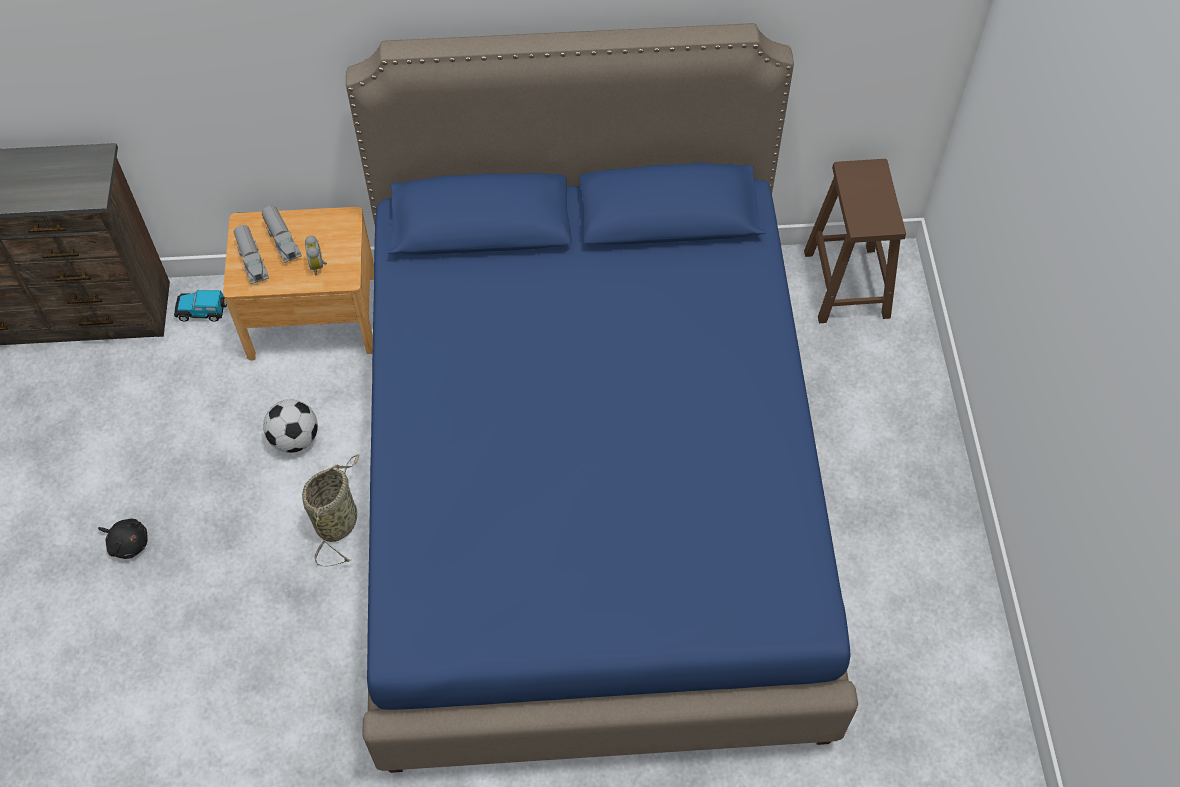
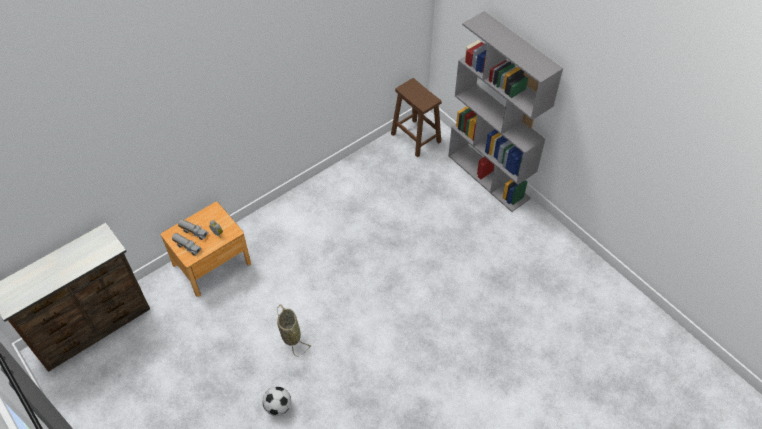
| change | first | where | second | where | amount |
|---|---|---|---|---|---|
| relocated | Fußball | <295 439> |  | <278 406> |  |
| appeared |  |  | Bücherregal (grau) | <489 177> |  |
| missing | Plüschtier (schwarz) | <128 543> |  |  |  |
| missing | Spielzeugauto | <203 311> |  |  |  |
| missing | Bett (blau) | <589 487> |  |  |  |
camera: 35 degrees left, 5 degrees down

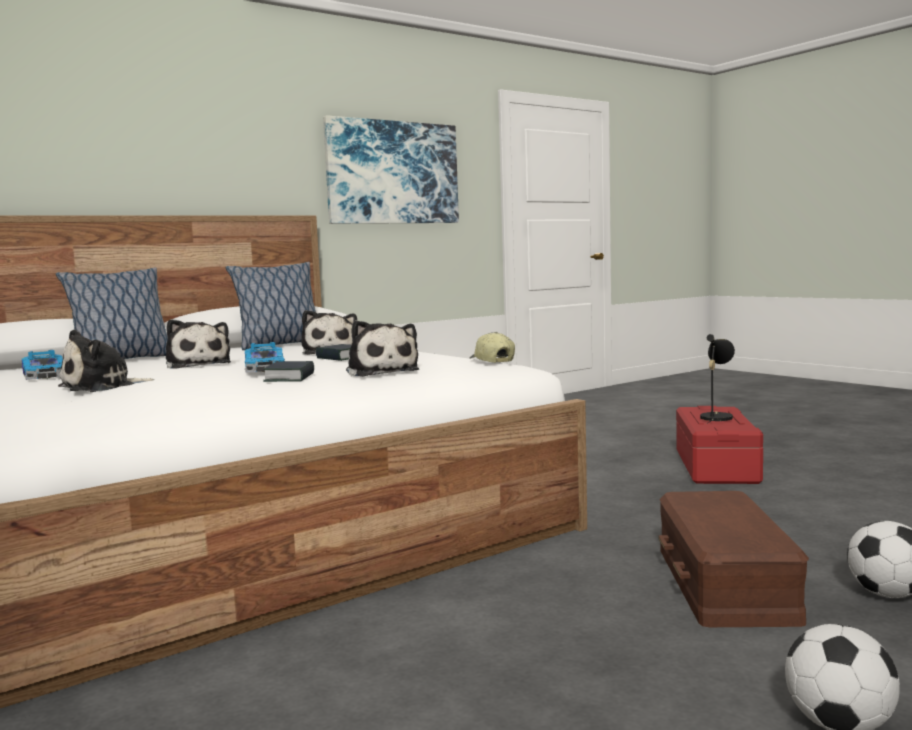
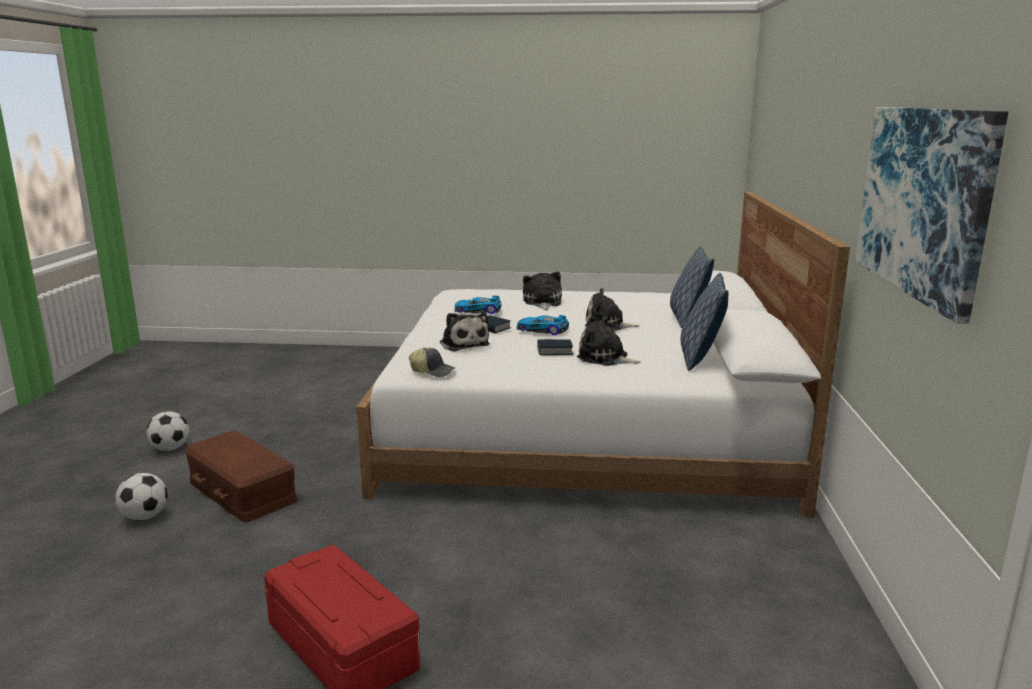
| change | first | where | second | where | amount |
|---|---|---|---|---|---|
| spun | Plüschtier | <381 372> |  | <463 344> | 135 degrees counterclockwise |
| relocated | Spielzeugauto | <46 375> |  | <477 310> |  |
| missing | Tischlampe (schwarz) | <716 417> |  |  |  |
camera: 130 degrees right, 10 degrees up

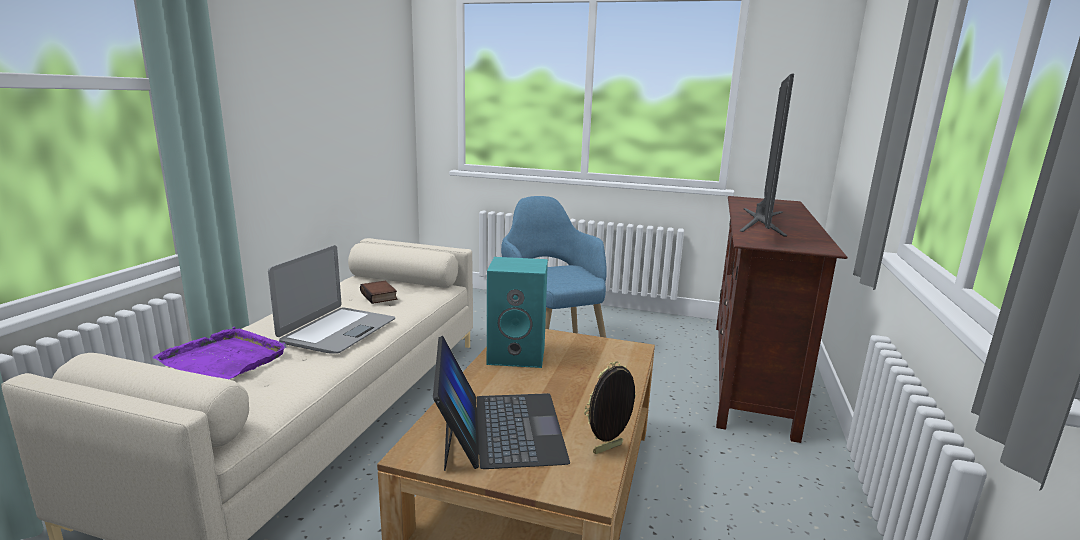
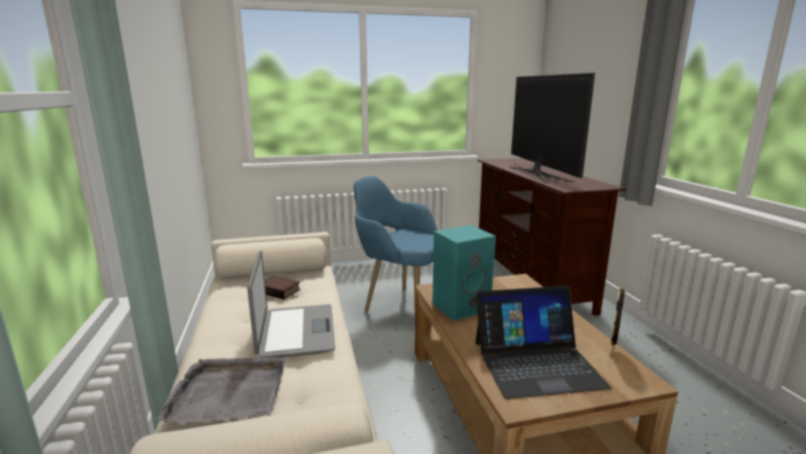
| change | first | where | second | where | amount |
|---|---|---|---|---|---|
| colour | Tablett (lila) | <225 358> | Tablett (grau) | <228 392> |  |
| spun | Laptop | <499 429> |  | <536 363> | 120 degrees clockwise |
camera: 30 degrees left, 0 degrees up

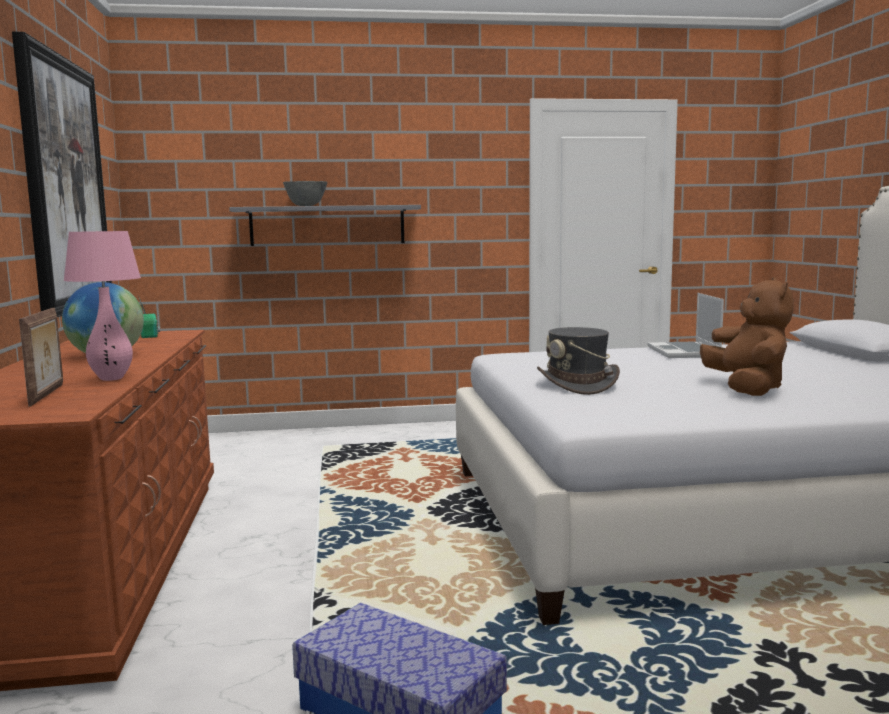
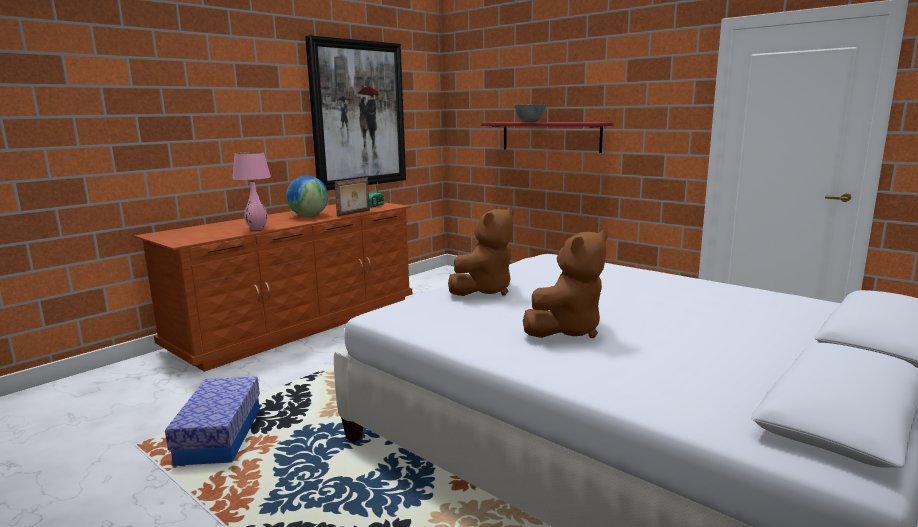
| change | first | where | second | where | amount |
|---|---|---|---|---|---|
| relocated | Bilderrahmen | <48 394> |  | <354 213> |  |
| exchanged | Hut (grau) | <578 385> | Plüschtier (braun) | <484 290> |  |
| colour | Wandregal (grau) | <327 225> | Wandregal (rot) | <550 136> |  |
| missing | Laptop | <685 352> |  |  |  |
camera: 50 degrees right, 5 degrees up

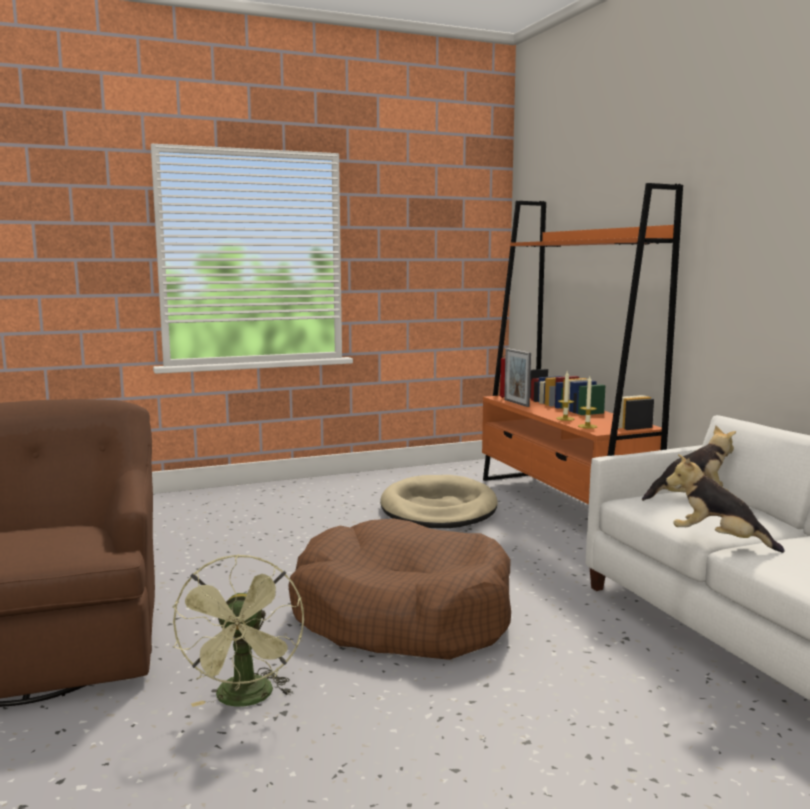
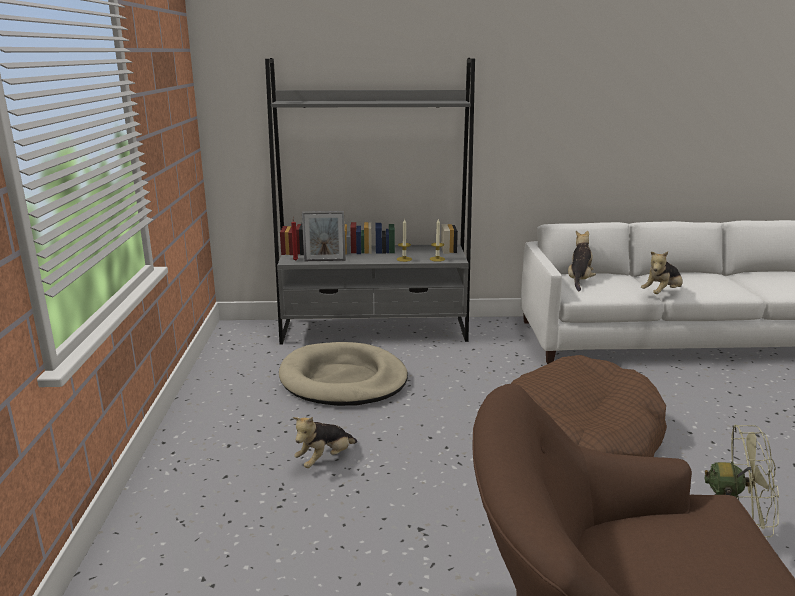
| change | first | where | second | where | amount |
|---|---|---|---|---|---|
| colour | Bücherregal (orange) | <562 504> | Bücherregal (grau) | <375 331> |  |
| appeared |  |  | Plüschtier | <325 459> |  |
camera: 70 degrees left, 10 degrees up

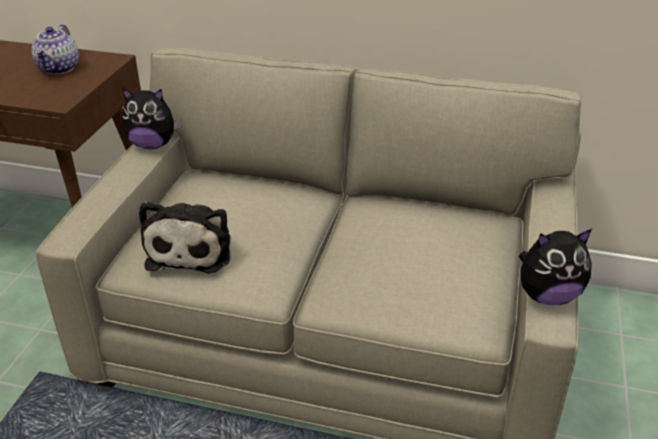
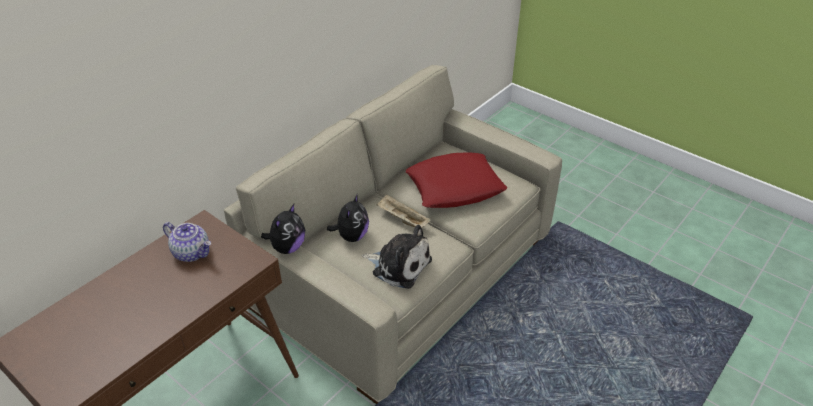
| change | first | where | second | where | amount |
|---|---|---|---|---|---|
| relocated | Plüschtier | <547 296> |  | <351 236> |  |
| appeared |  |  | Tablett (beige) | <402 219> |  |
| appeared |  |  | Kissen (rot) | <454 187> |  |
camera: 65 degrees left, 5 degrees up

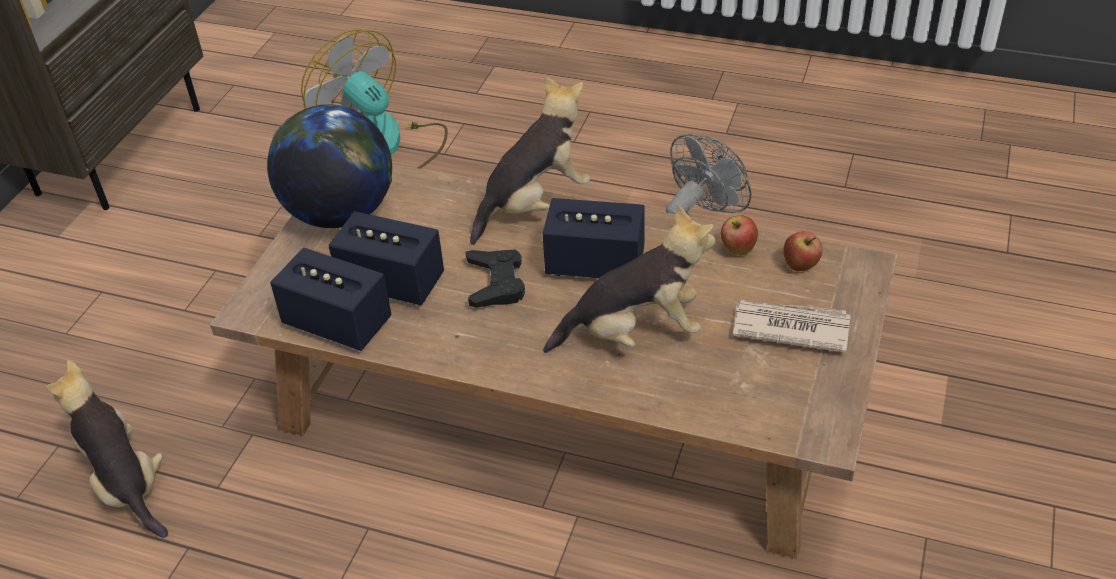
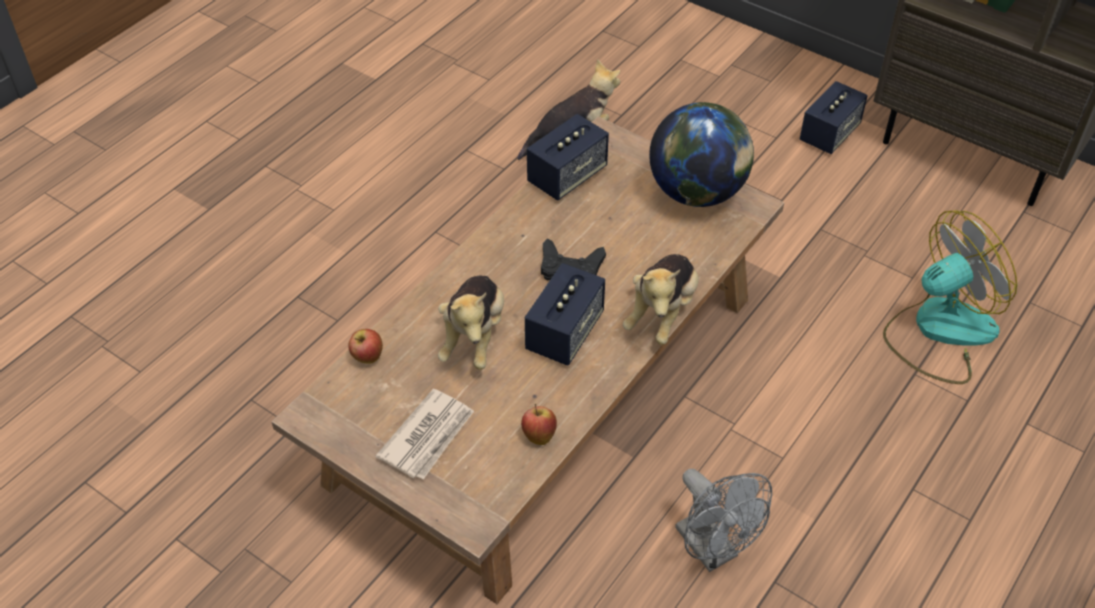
| change | first | where | second | where | amount |
|---|---|---|---|---|---|
| relocated | Apfel | <801 266> |  | <367 357> |  |
| spun | Plüschtier | <534 204> |  | <662 312> | 45 degrees clockwise |
| relocated | Lautsprecher | <392 282> |  | <829 134> |  |
camera: 105 degrees right, 5 degrees up

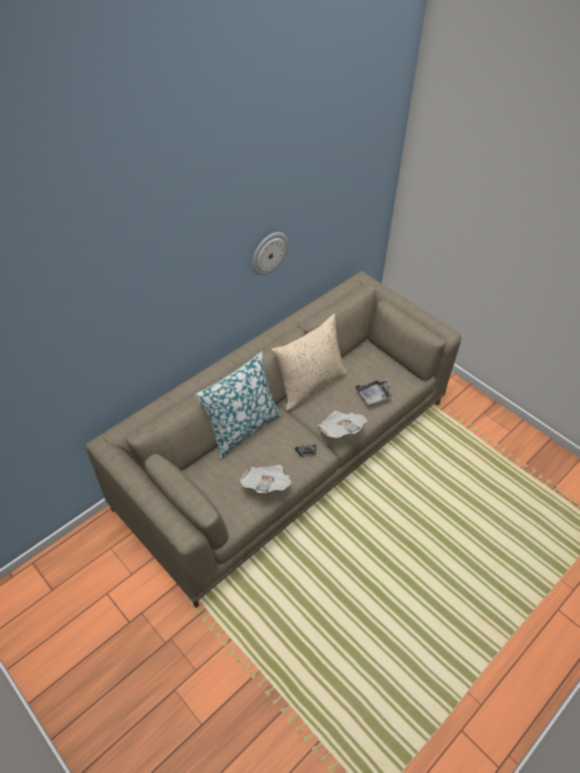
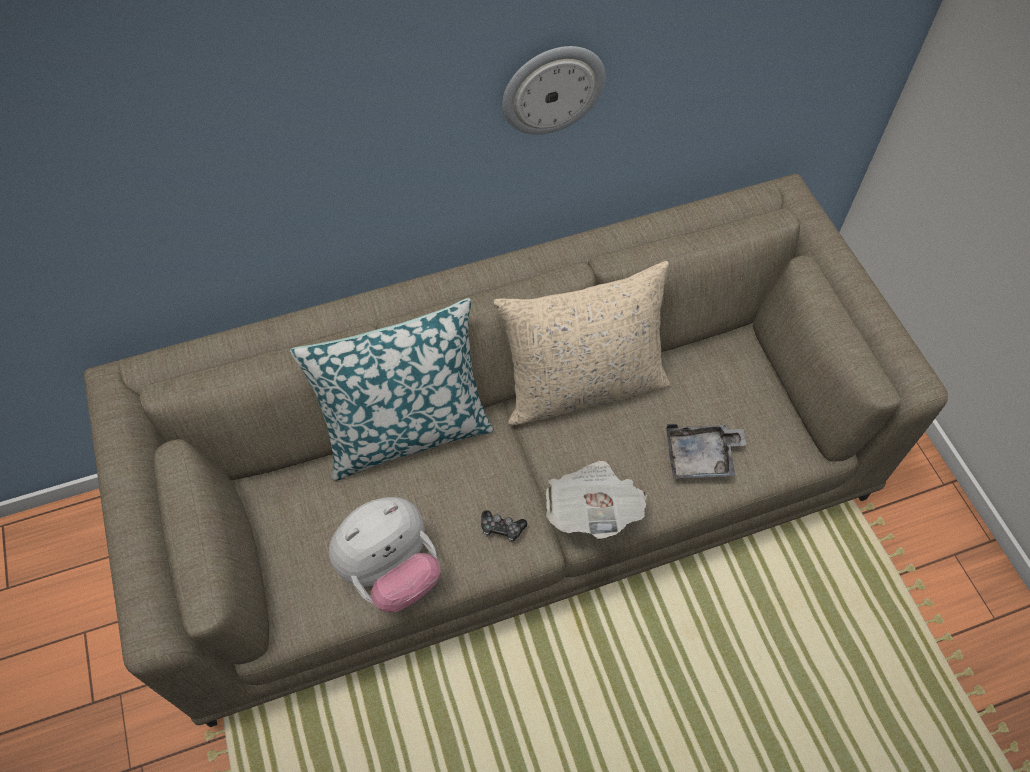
| change | first | where | second | where | amount |
|---|---|---|---|---|---|
| exchanged | Zeitung | <267 485> | Plüschtier | <391 571> |  |
camera: 25 degrees right, 10 degrees up

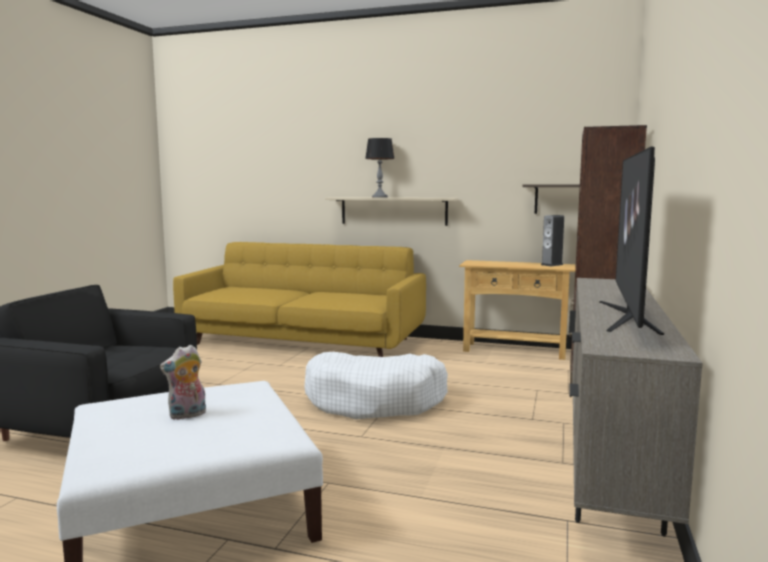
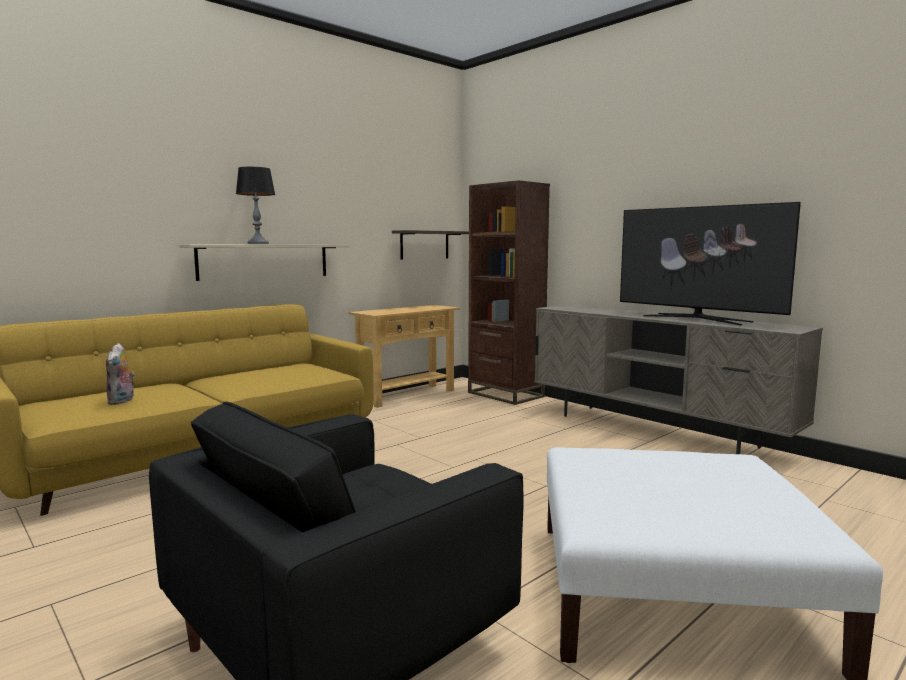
| change | first | where | second | where | amount |
|---|---|---|---|---|---|
| relocated | Plüschtier | <187 415> |  | <122 401> |  |
| missing | Hundebett (weiß) | <375 401> |  |  |  |
| missing | Lautsprecher | <552 265> |  |  |  |
camera: 60 degrees left, 0 degrees up

